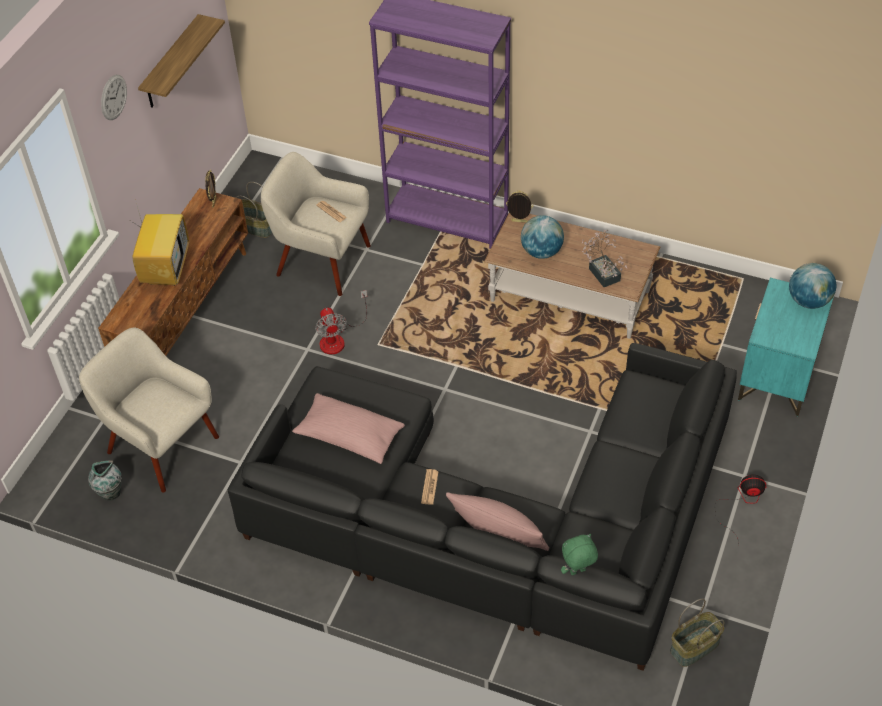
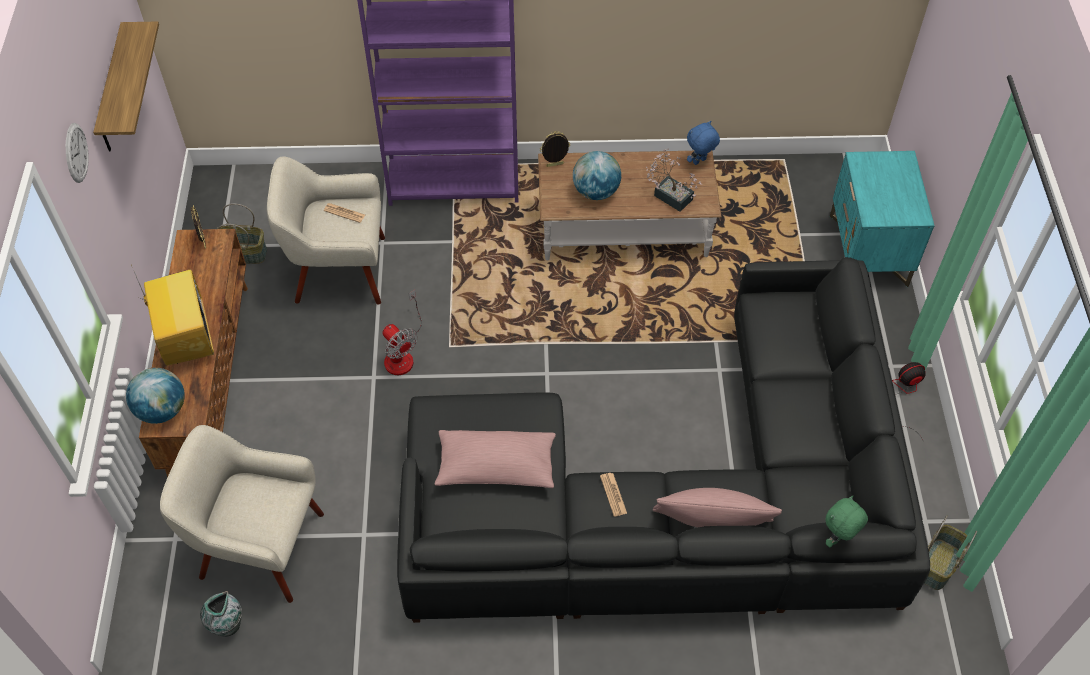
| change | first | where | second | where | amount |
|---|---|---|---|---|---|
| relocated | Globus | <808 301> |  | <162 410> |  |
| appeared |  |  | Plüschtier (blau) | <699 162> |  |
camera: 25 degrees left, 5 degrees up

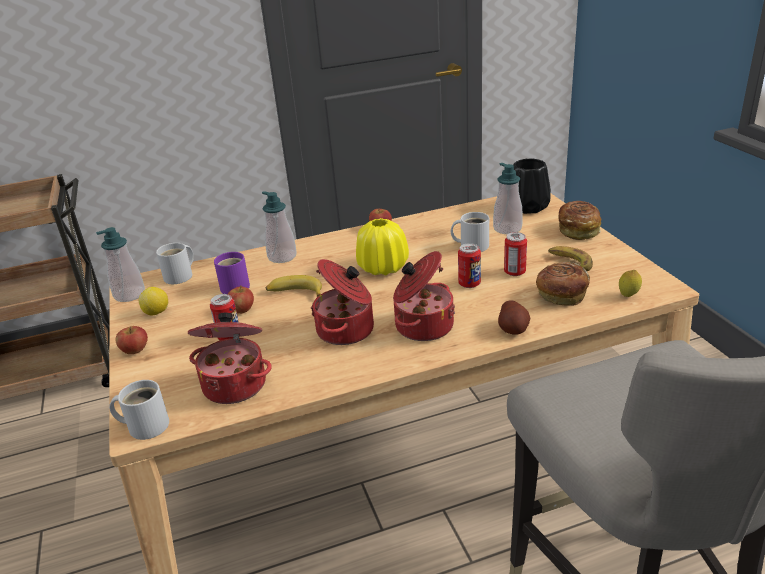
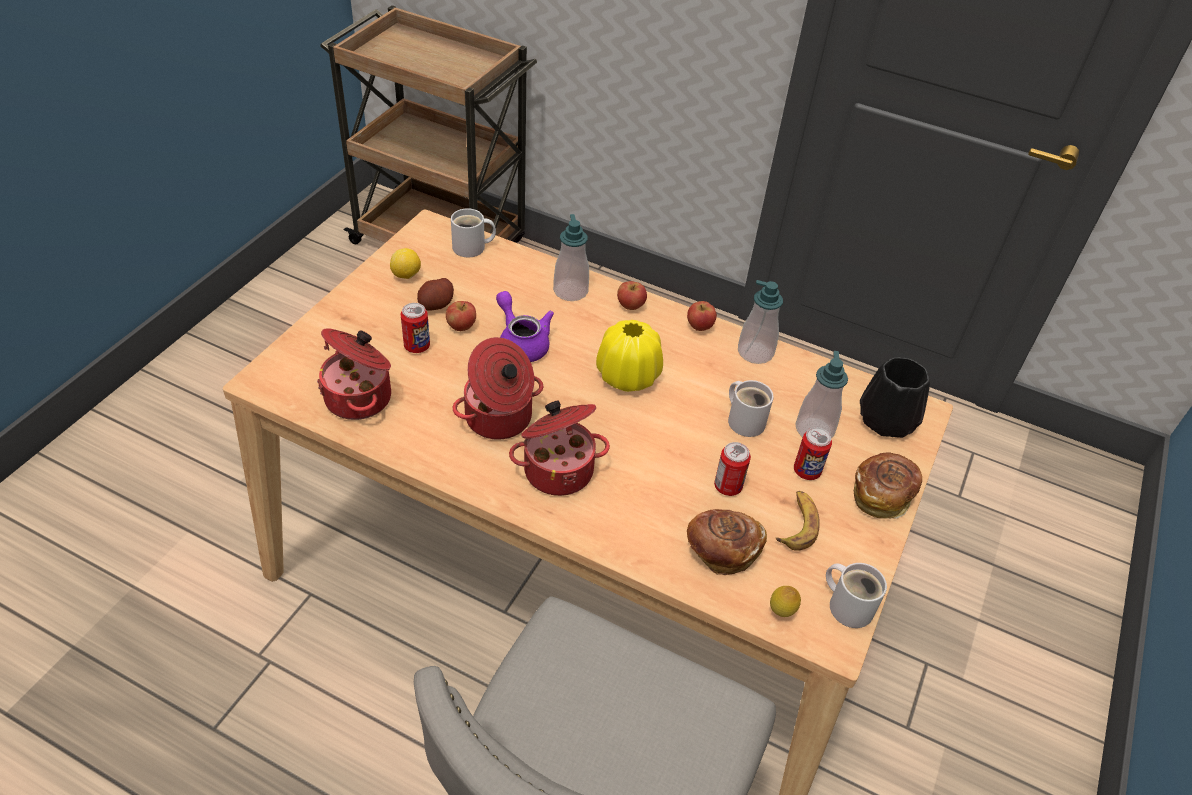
| change | first | where | second | where | amount |
|---|---|---|---|---|---|
| relocated | Kartoffel | <513 329> |  | <436 305> |  |
| exchanged | Banane | <295 293> | Teekanne (lila) | <521 342> |  |
| relocated | Apfel | <135 350> |  | <630 305> |  |
| relocated | Seifenspender | <129 295> |  | <755 352> |  |
| relocated | Dose | <469 284> |  | <806 471> |  |
| relocated | Henkelbecher (weiß) | <145 425> |  | <848 604> |  |
| missing | Henkelbecher (lila) | <237 286> |  |  |  |
camera: 40 degrees right, 15 degrees up

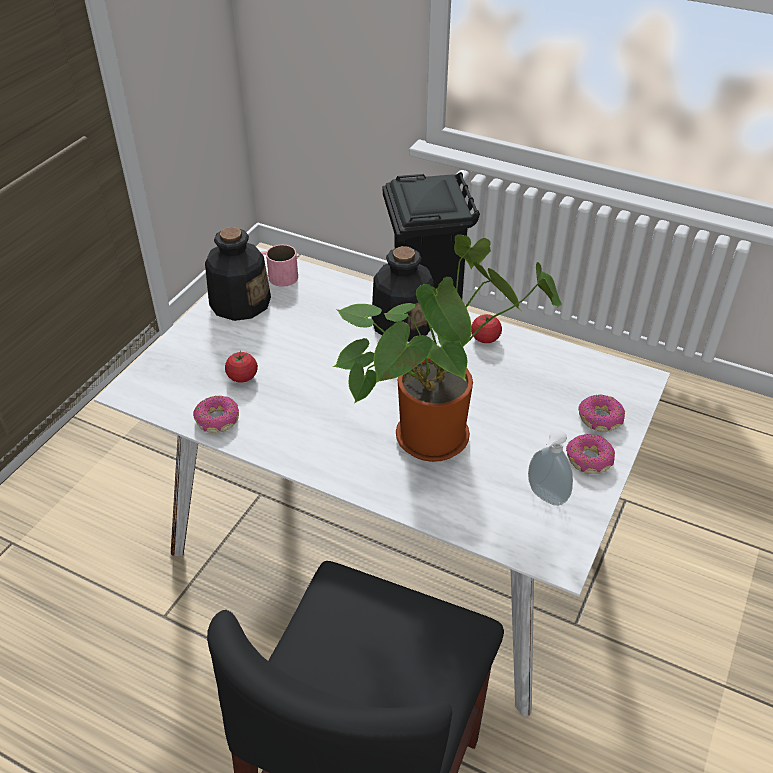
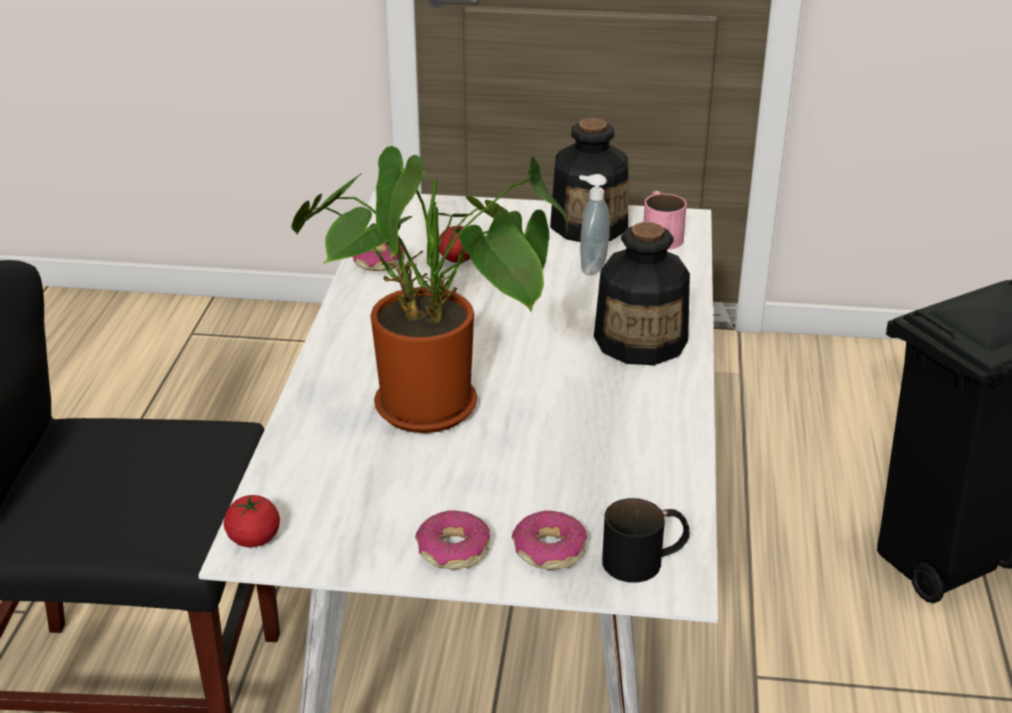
| change | first | where | second | where | amount |
|---|---|---|---|---|---|
| relocated | Tomate | <485 338> |  | <254 538> |  |
| relocated | Seifenspender | <545 497> |  | <591 267> |  |
| appeared |  |  | Henkelbecher (schwarz) | <646 559> |  |
camera: 70 degrees right, 10 degrees down

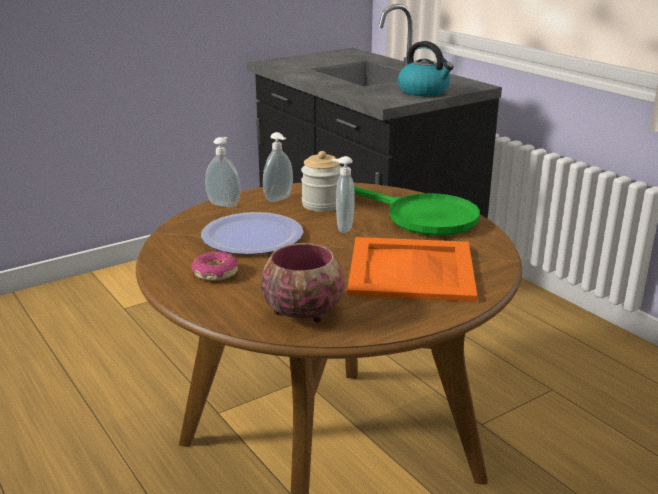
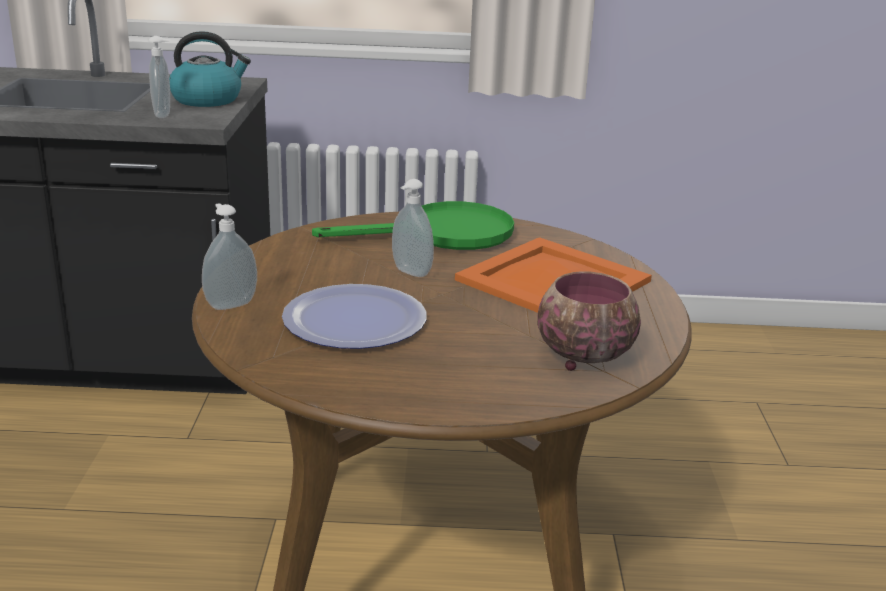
| change | first | where | second | where | amount |
|---|---|---|---|---|---|
| relocated | Seifenspender | <279 199> |  | <164 115> |  |
| missing | Donut | <215 274> |  |  |  |
| missing | Vorratsglas | <322 204> |  |  |  |
camera: 55 degrees left, 0 degrees up

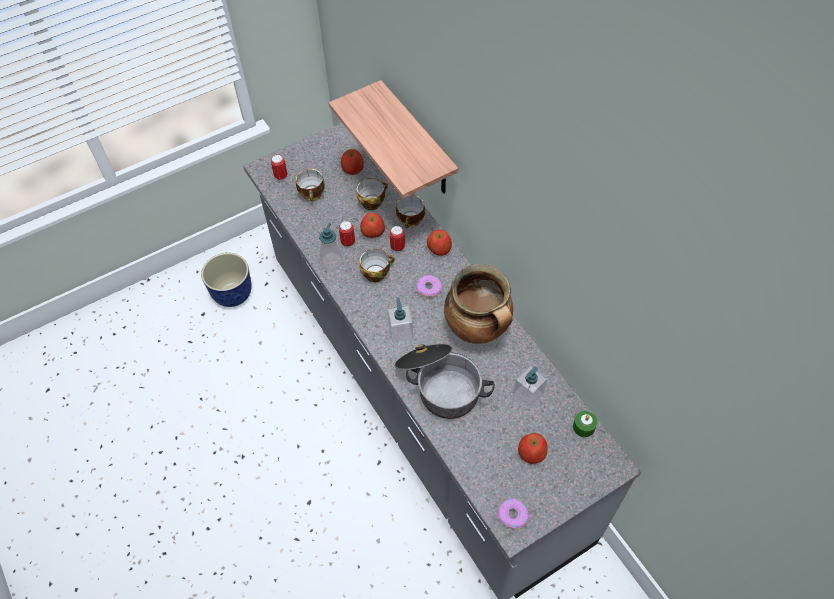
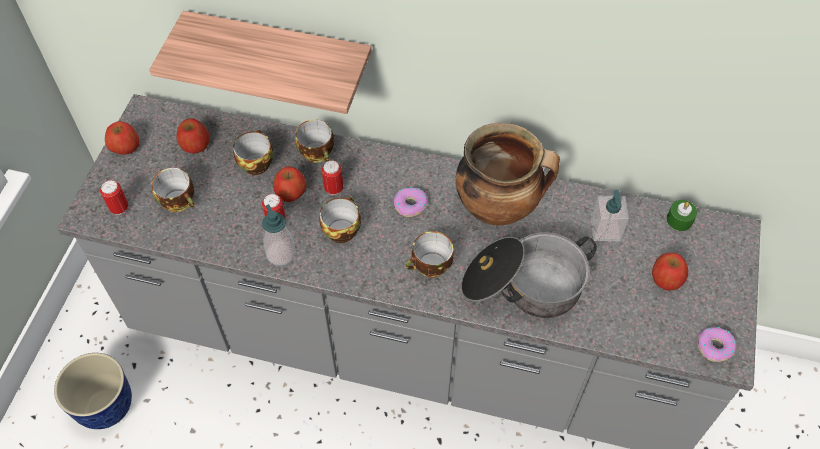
| change | first | where | second | where | amount |
|---|---|---|---|---|---|
| relocated | Apfel | <439 248> |  | <125 146> |  |
| exchanged | Seifenspender | <400 331> | Tasse | <430 267> |  |
camera: 45 degrees left, 0 degrees up

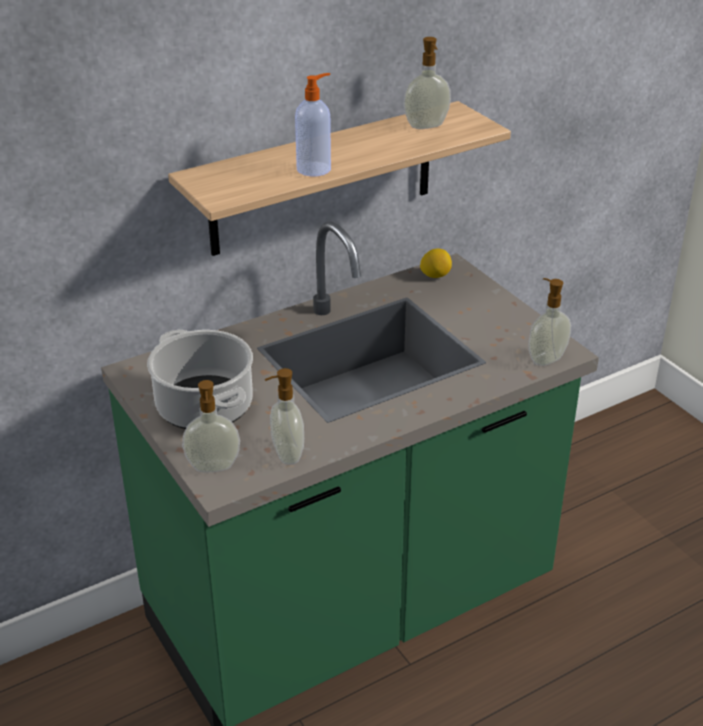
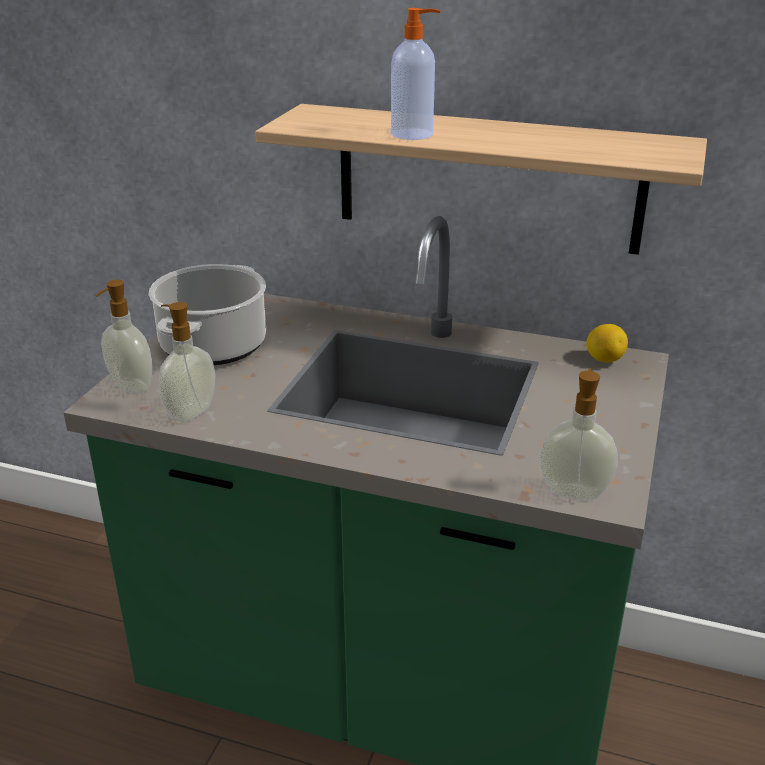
| change | first | where | second | where | amount |
|---|---|---|---|---|---|
| missing | Seifenspender | <426 126> |  |  |  |
camera: 50 degrees right, 5 degrees down

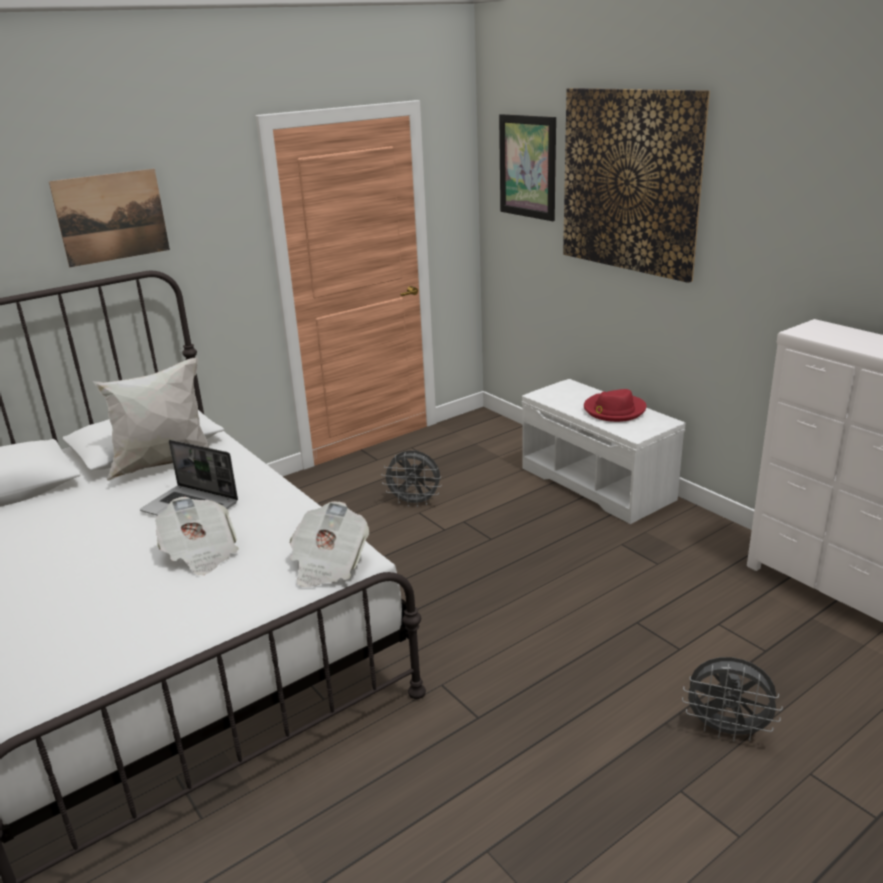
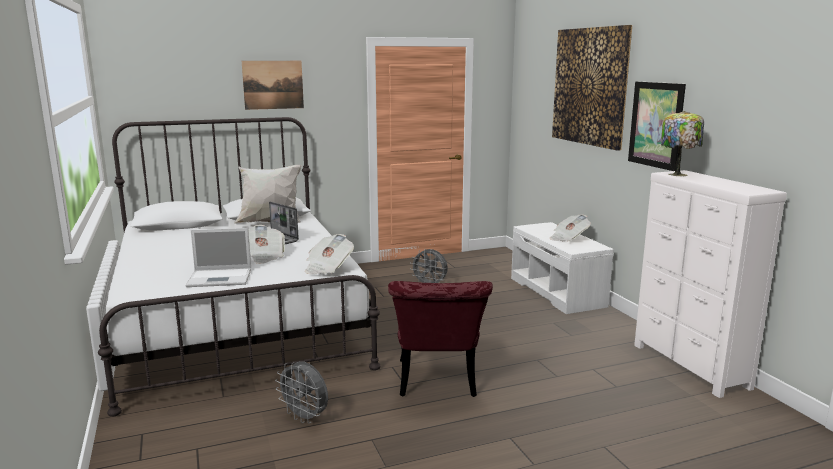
| change | first | where | second | where | amount |
|---|---|---|---|---|---|
| appeared |  |  | Laptop | <221 278> |  |
| relocated | Ventilator (grau) | <727 730> |  | <305 417> |  |
| appeared |  |  | Stuhl (rot) | <437 383> |  |
| exchanged | Hut (rot) | <613 410> | Zeitung | <568 238> |  |
| relocated | Bild | <527 167> |  | <656 124> |  |
| appeared |  |  | Tischlampe | <678 174> |  |
camera: 15 degrees right, 10 degrees down

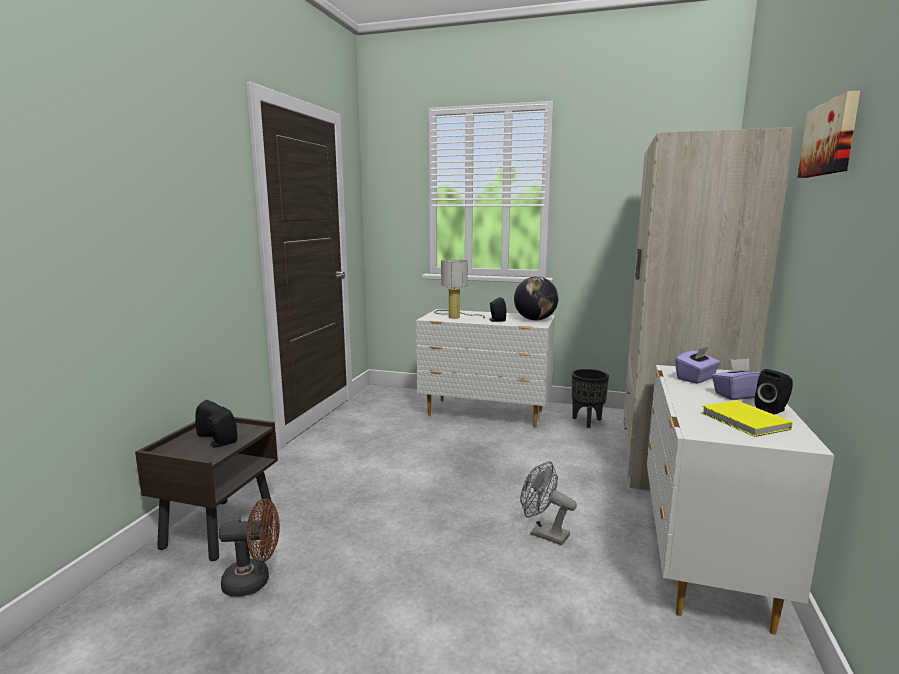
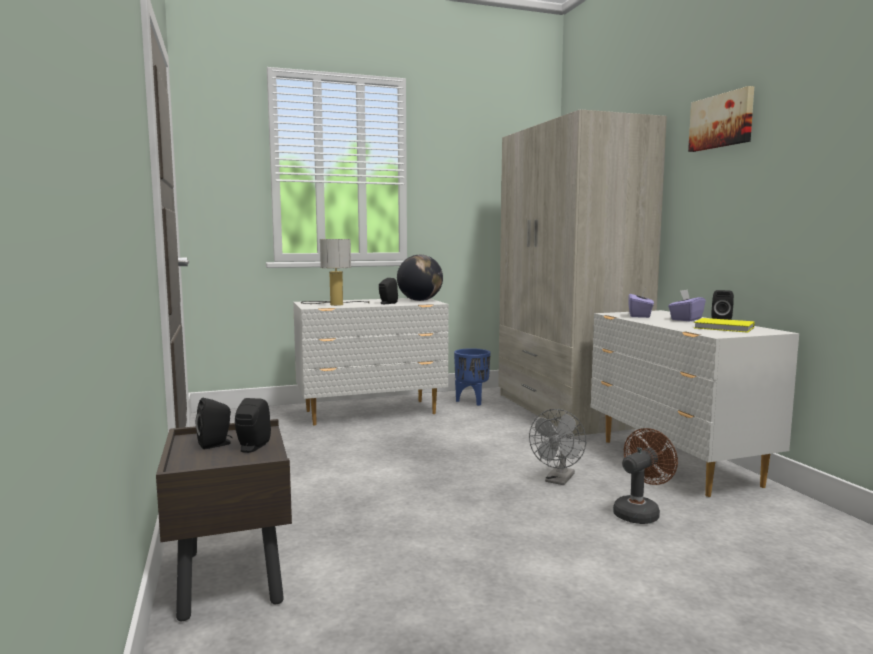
| change | first | where | second | where | amount |
|---|---|---|---|---|---|
| colour | Pflanzkübel (schwarz) | <587 421> | Pflanzkübel (blau) | <472 401> |  |
| spun | Ventilator (grau) | <543 533> |  | <558 480> | 60 degrees counterclockwise |
| relocated | Ventilator (braun) | <254 581> |  | <640 512> |  |
camera: 35 degrees left, 5 degrees down

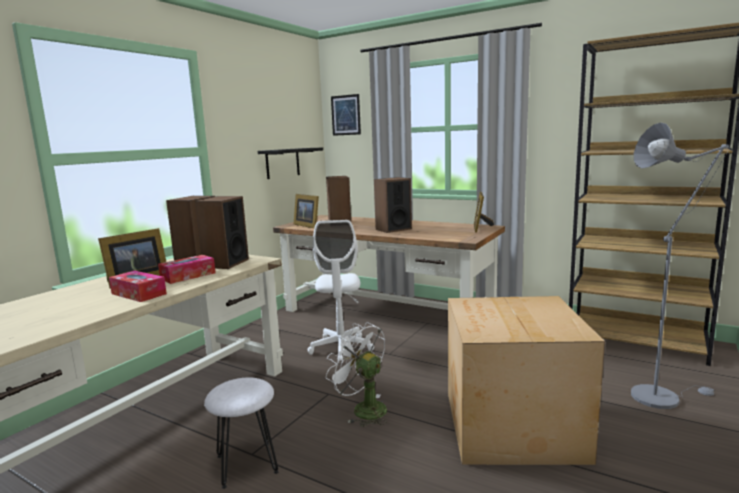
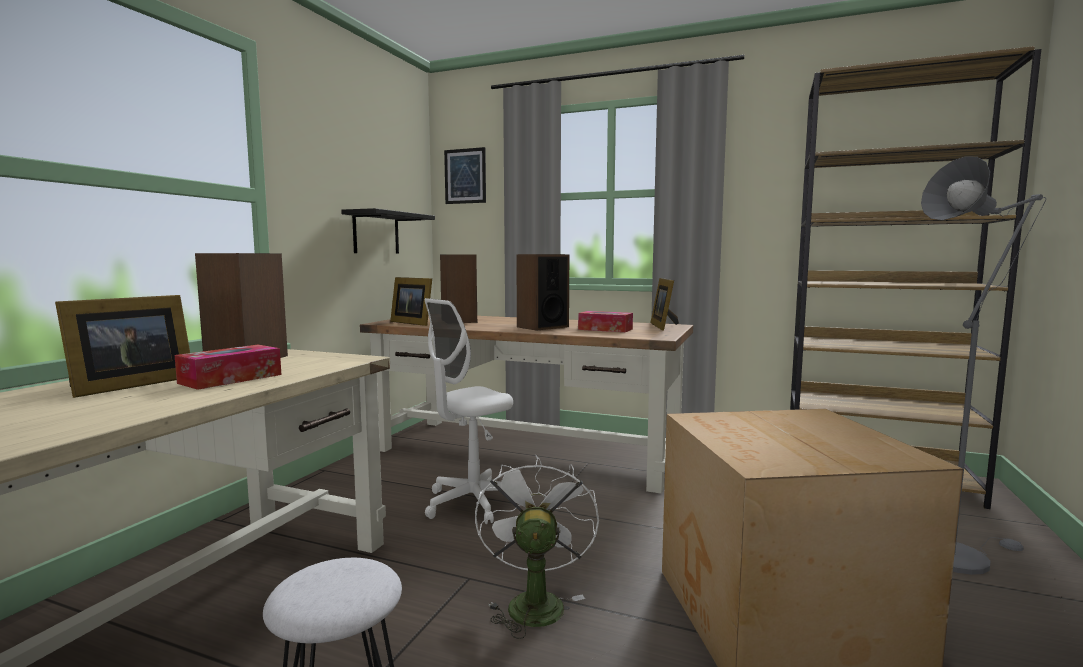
| change | first | where | second | where | amount |
|---|---|---|---|---|---|
| spun | Bürostuhl (weiß) | <341 348> |  | <472 503> | 60 degrees clockwise |
| spun | Ventilator (weiß) | <363 409> |  | <533 602> | 60 degrees clockwise |
| relocated | Taschentuchbox | <139 294> |  | <605 329> |  |
| missing | Lautsprecher | <226 263> |  |  |  |
camera: 10 degrees left, 5 degrees down

